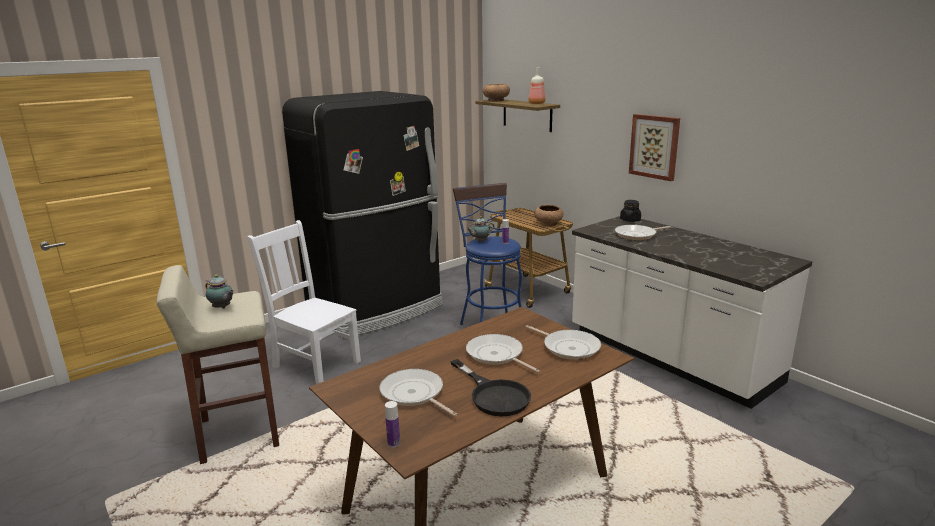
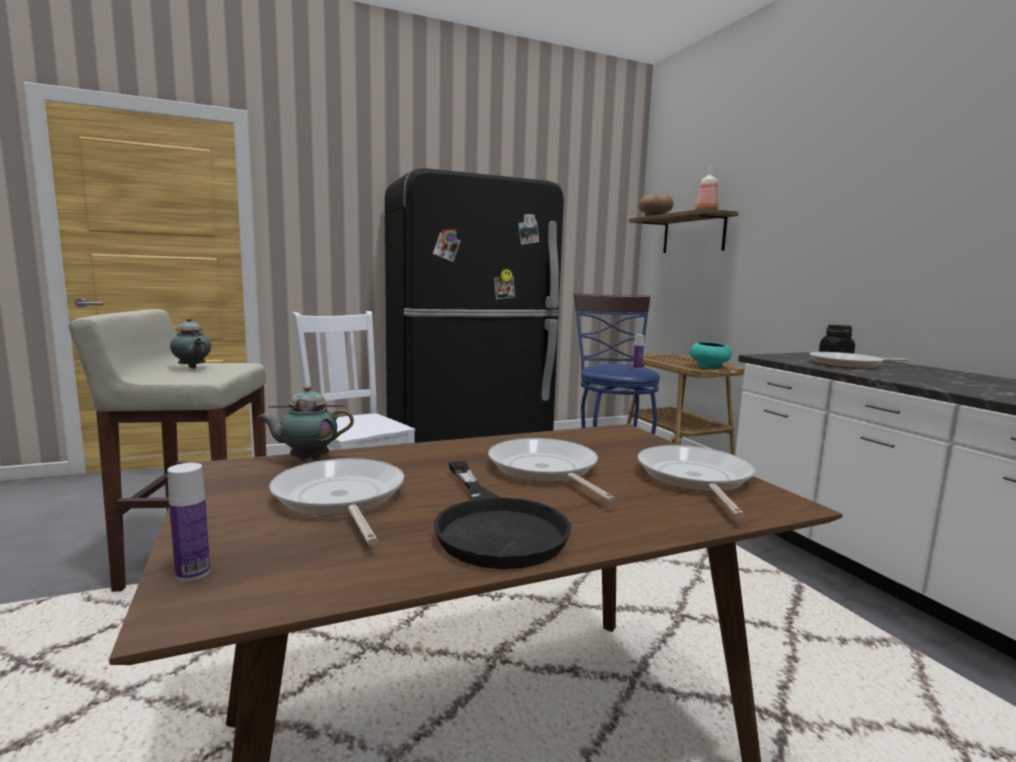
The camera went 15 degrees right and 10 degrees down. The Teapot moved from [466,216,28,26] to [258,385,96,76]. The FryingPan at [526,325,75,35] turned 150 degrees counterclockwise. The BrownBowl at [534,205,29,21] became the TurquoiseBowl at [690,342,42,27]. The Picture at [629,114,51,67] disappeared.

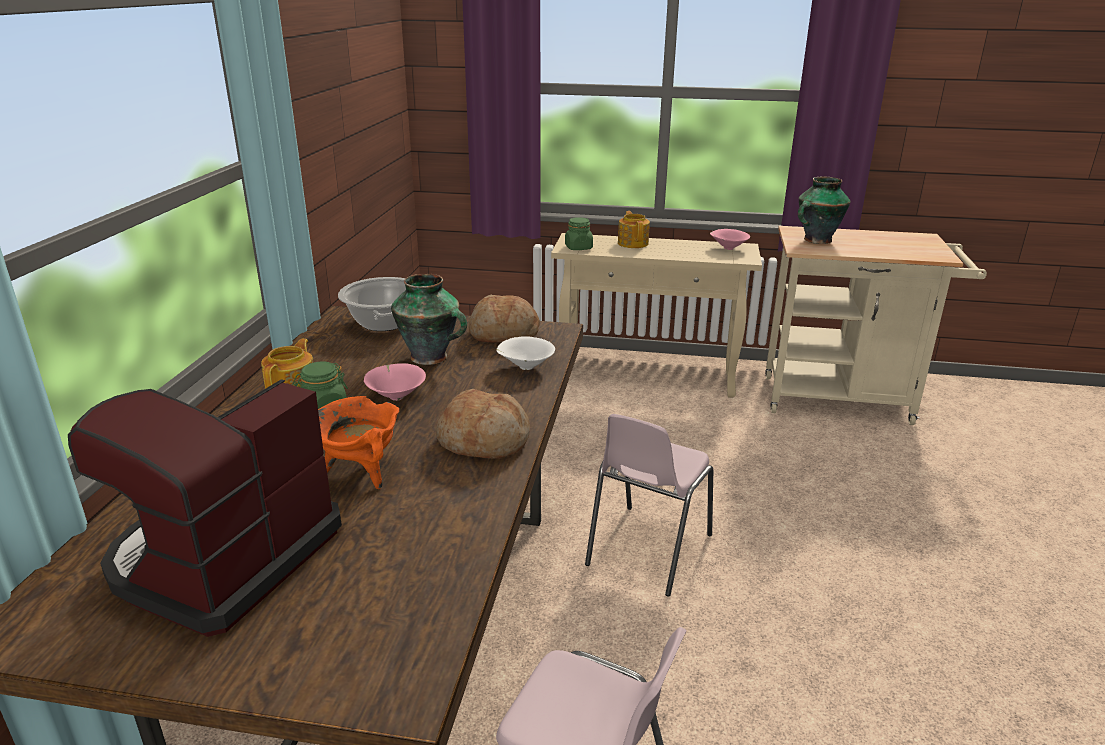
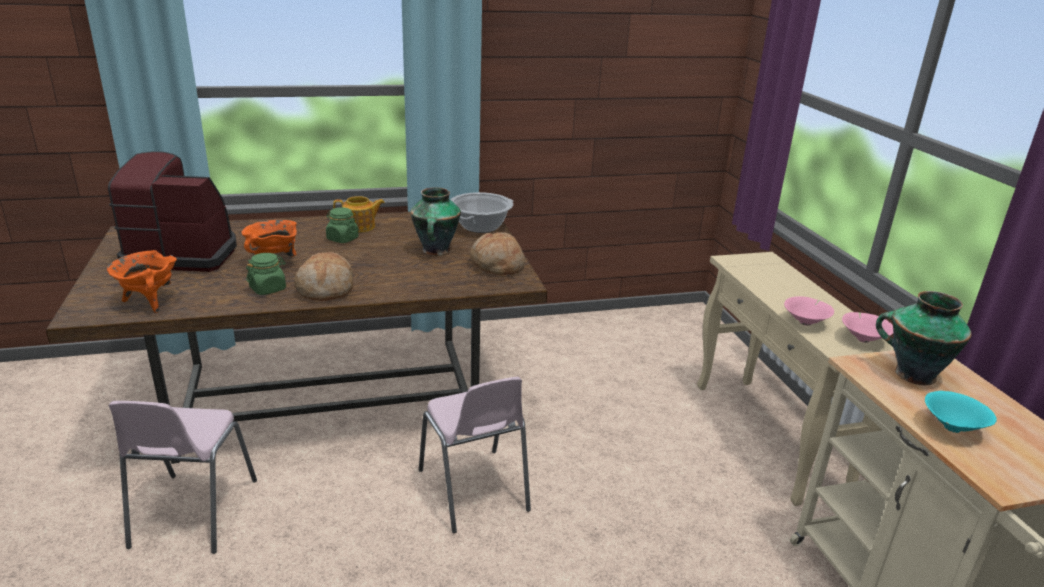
The camera went 65 degrees right and 0 degrees up. The OrangeCookingPot at [107,250,70,63] appeared. The GreenJar moved from [565,217,28,33] to [246,253,40,42]. The PinkChair at [585,414,128,182] turned 120 degrees counterclockwise. The PinkBowl moved from [364,363,62,38] to [784,296,50,30]. The TurquoiseBowl at [925,391,72,42] appeared. The WhiteBowl at [496,336,59,34] disappeared. The Teapot at [618,211,32,37] disappeared.

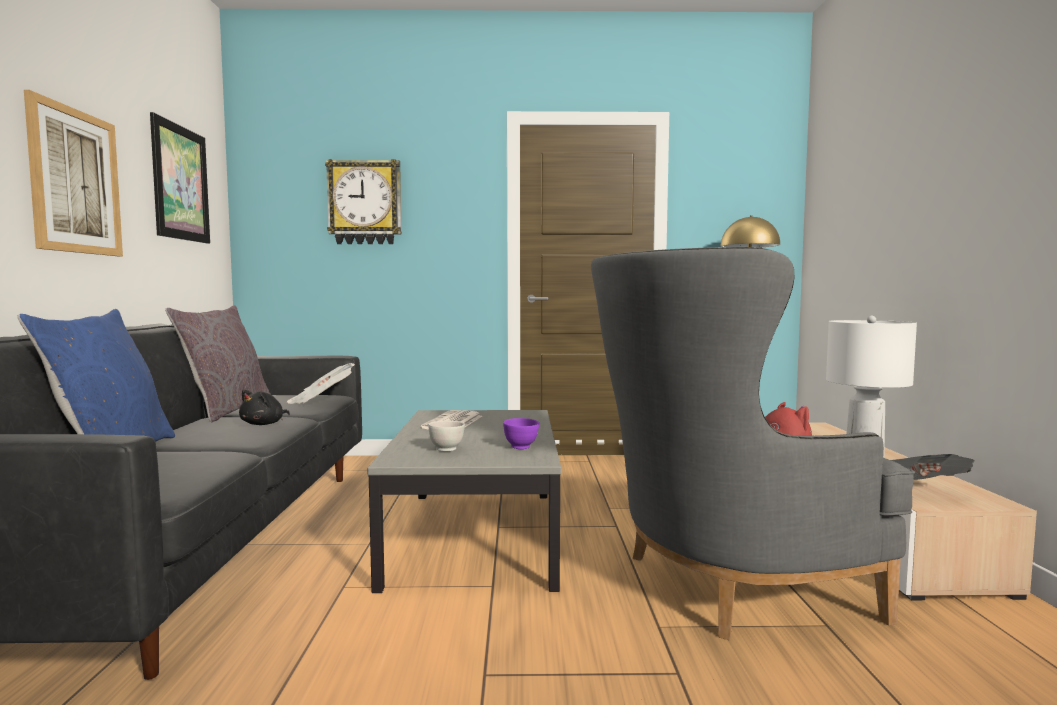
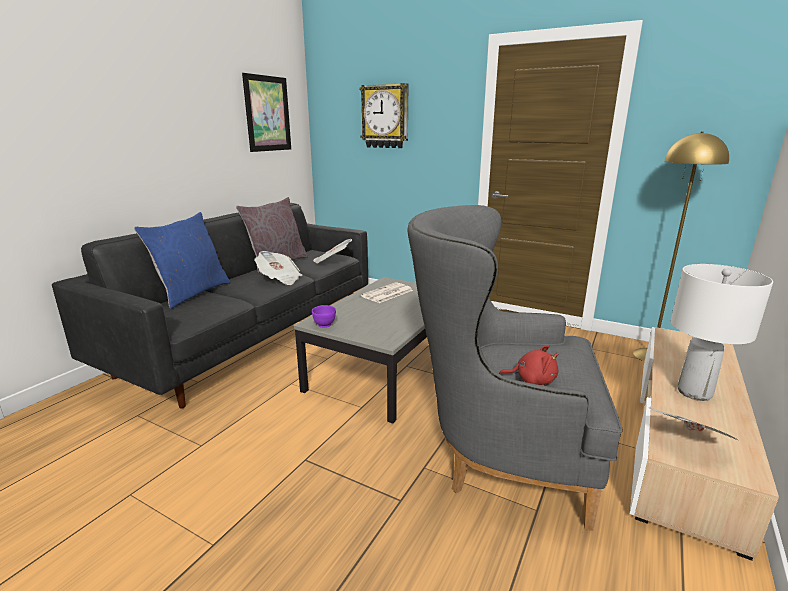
The camera went 30 degrees right and 15 degrees up. The BlackPlushToy at [239,389,51,36] was replaced by the Newspaper at [254,251,48,34]. The PurpleBowl moved from [503,418,36,31] to [312,305,24,23]. The Picture at [24,90,99,166] disappeared. The WhiteBowl at [429,421,36,30] disappeared.

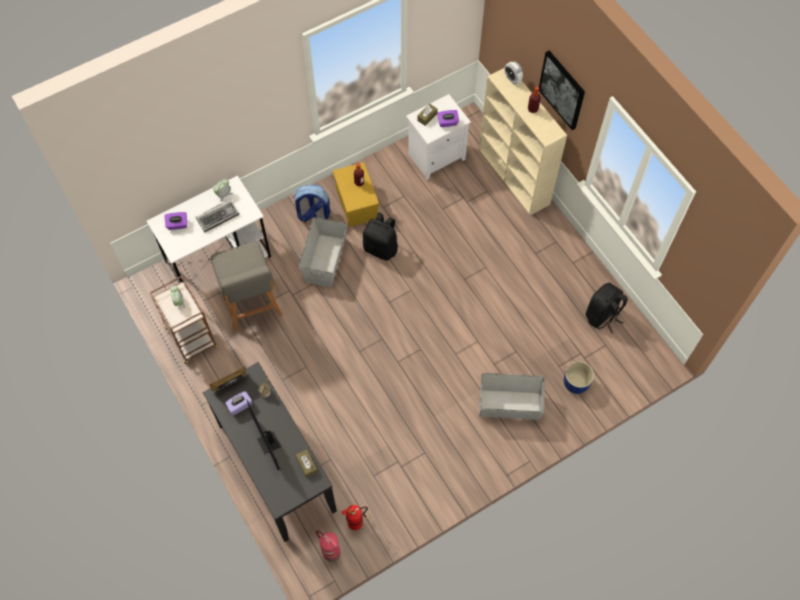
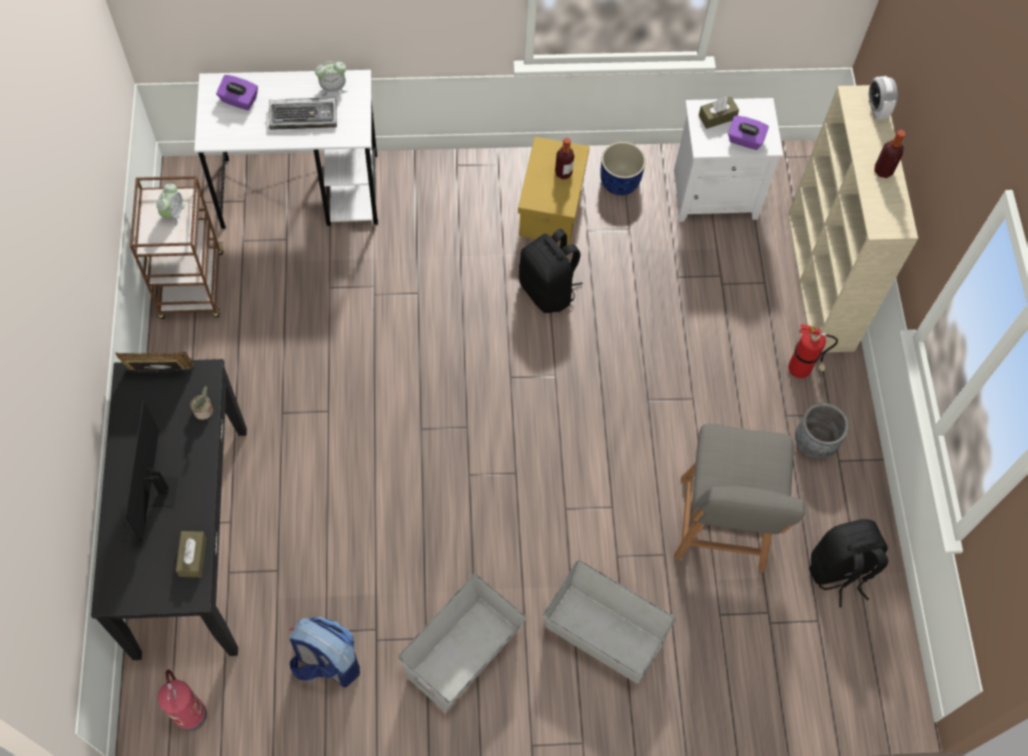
The camera went 25 degrees right and 0 degrees up. The Backpack moved from [293,185,38,37] to [289,616,71,71]. The GreyStorageBox moved from [299,217,48,70] to [398,574,128,137]. The BluePlanter moved from [564,361,30,33] to [600,142,46,53]. The GreyChair moved from [211,241,71,90] to [674,424,131,148]. The FireExtinguisher moved from [342,505,28,25] to [788,324,50,54]. The GreyPlanter at [795,403,54,56] appeared. The PurpleTissueBox at [225,391,27,24] disappeared. The Picture at [539,50,46,80] disappeared.

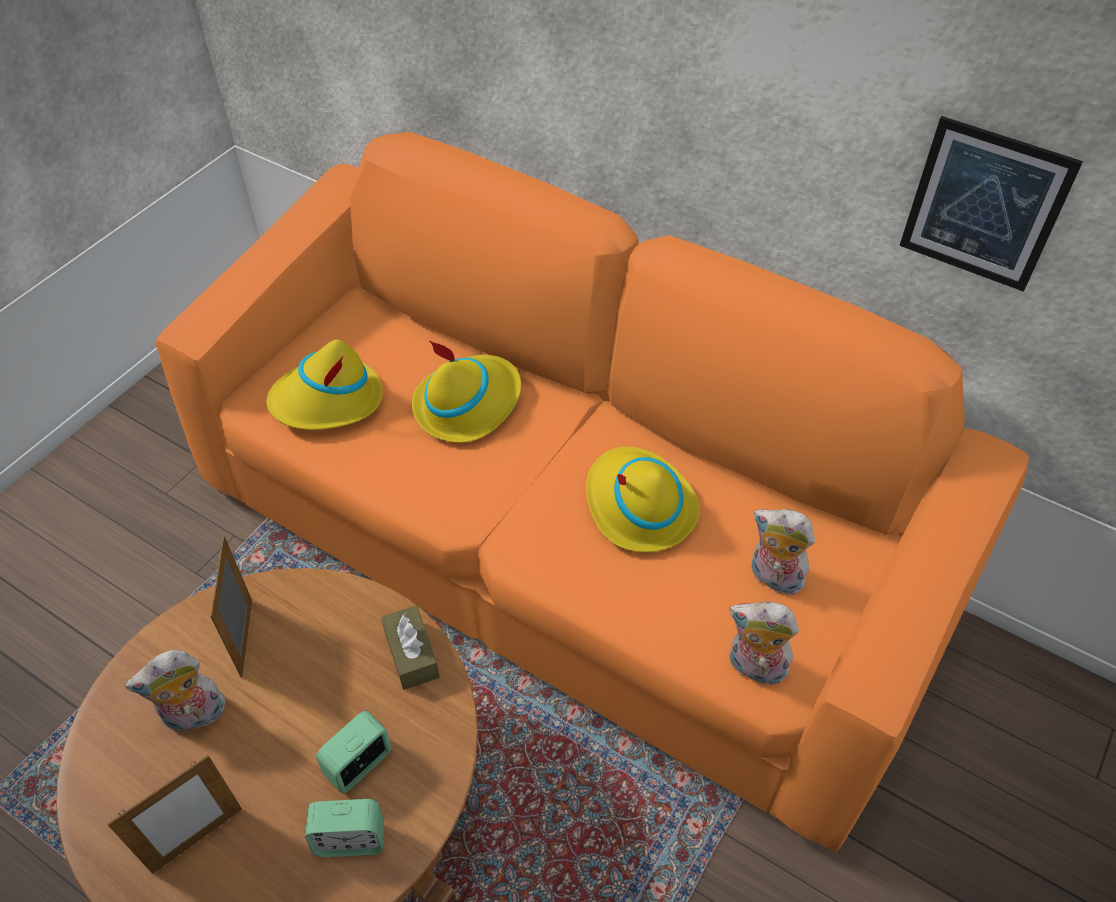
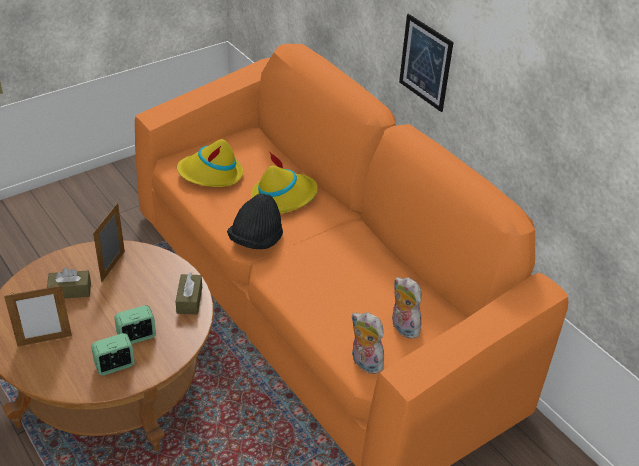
The camera went 20 degrees right and 10 degrees down. The PlushToy at [125,650,101,82] was replaced by the BrownTissueBox at [47,267,44,32]. The AlarmClock at [305,799,79,58] turned 135 degrees clockwise. The BlackHat at [227,194,56,55] appeared. The Picture moved from [899,116,184,176] to [399,14,55,98]. The YellowHat at [586,447,114,105] disappeared.

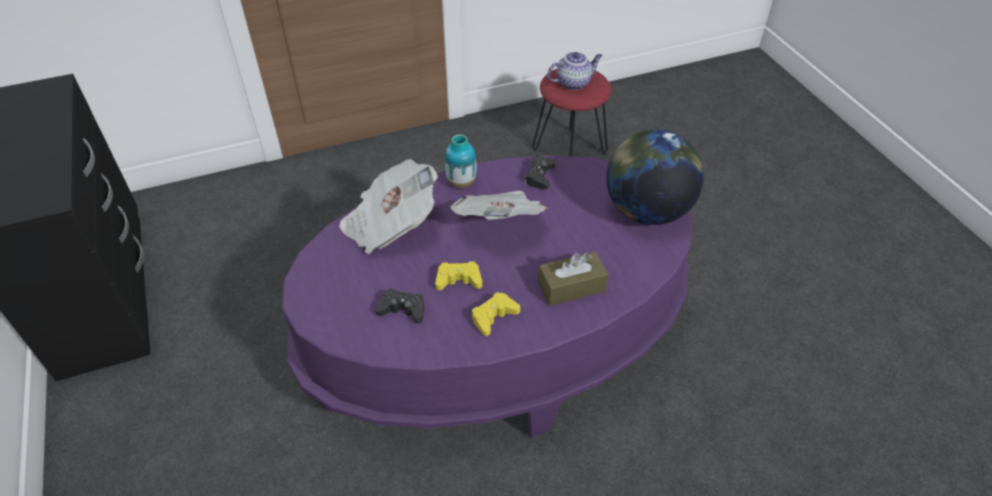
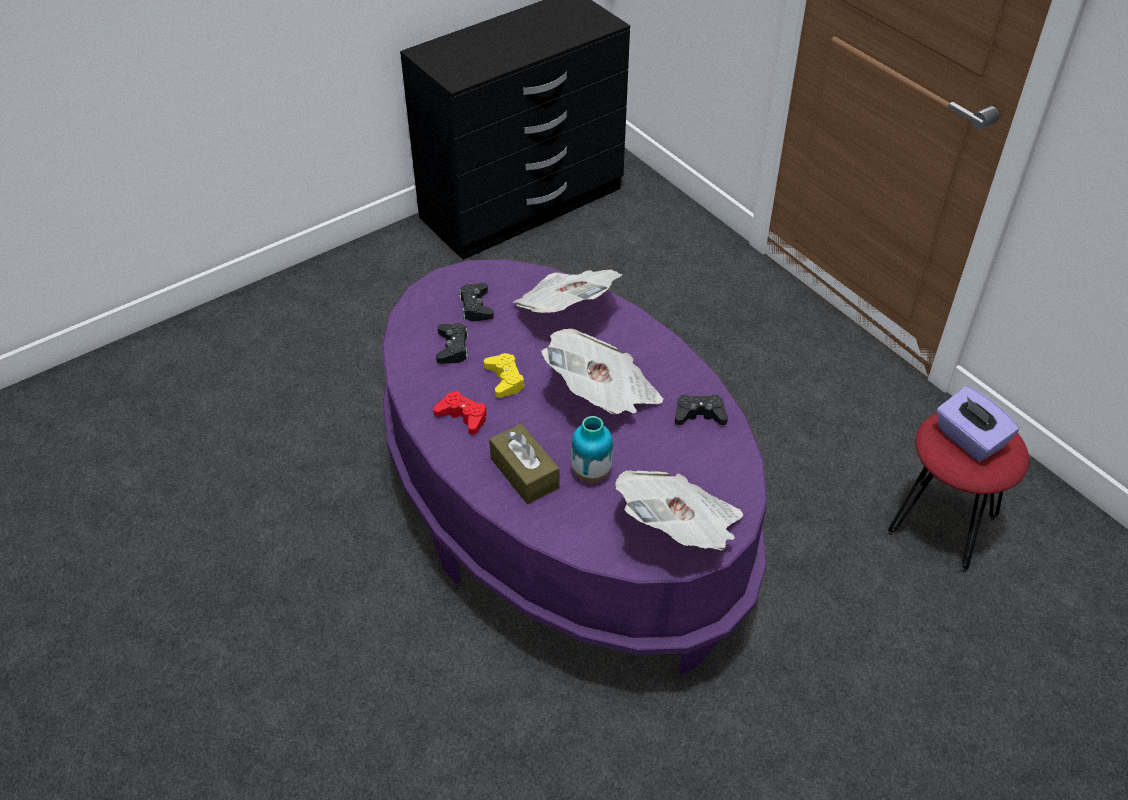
The camera went 75 degrees right and 0 degrees up. The YellowGameController at [472,292,48,44] became the RedGameController at [433,391,54,43]. The BlackGameController at [459,283,35,38] appeared. The Vase moved from [445,134,31,54] to [571,416,42,66]. The Globe at [606,129,98,96] was replaced by the Newspaper at [615,470,128,81]. The Teapot at [547,52,55,38] was replaced by the PurpleTissueBox at [936,386,83,76].

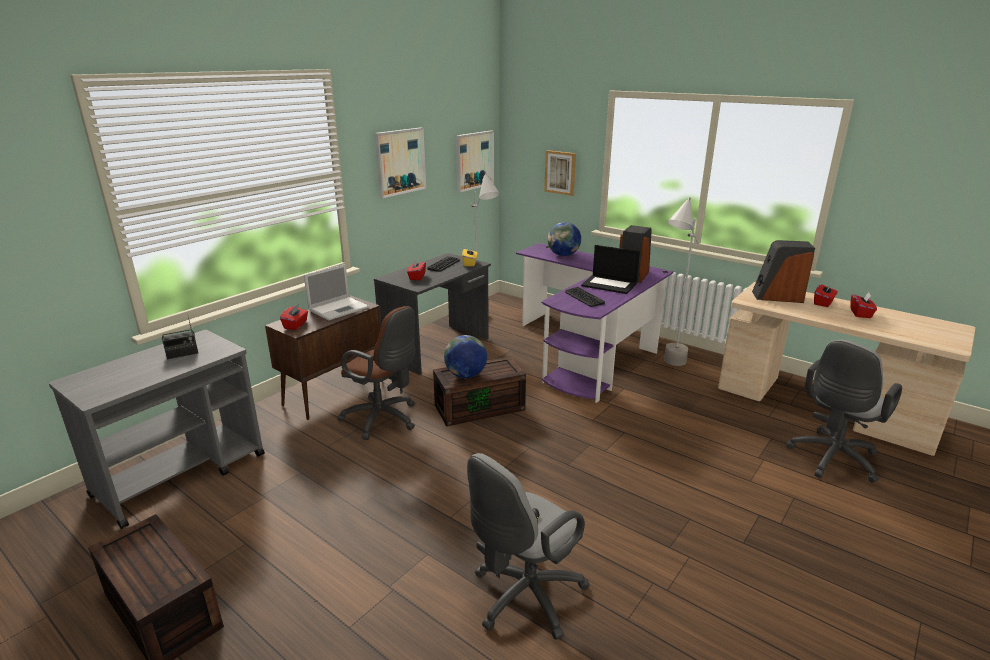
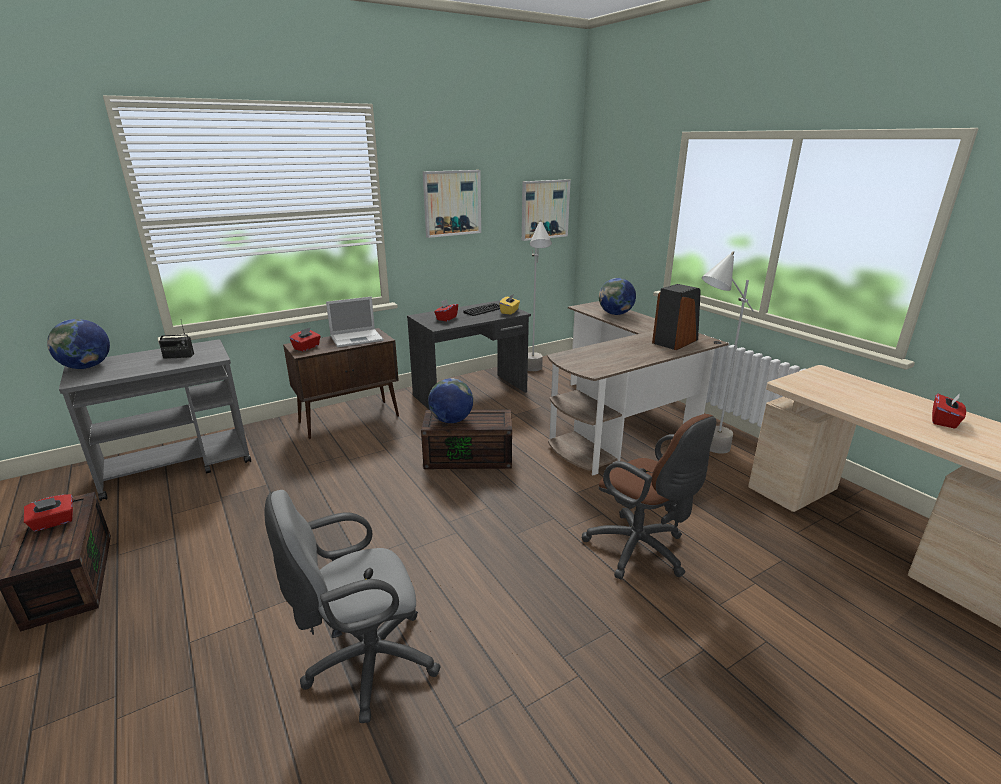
The camera went 20 degrees right and 0 degrees up. The RedTissueBox moved from [814,283,24,24] to [24,494,49,37]. The Globe at [47,319,63,50] appeared. The PurpleDesk at [516,243,158,160] became the BrownDesk at [547,301,182,174]. The BrownOfficeChair moved from [337,306,78,134] to [582,414,134,166]. The Picture at [544,150,32,46] disappeared. The Keyboard at [565,287,40,20] disappeared. The Laptop at [581,245,59,49] disappeared. The Speaker at [752,240,63,63] disappeared. The GreyOfficeChair at [786,340,116,143] disappeared.

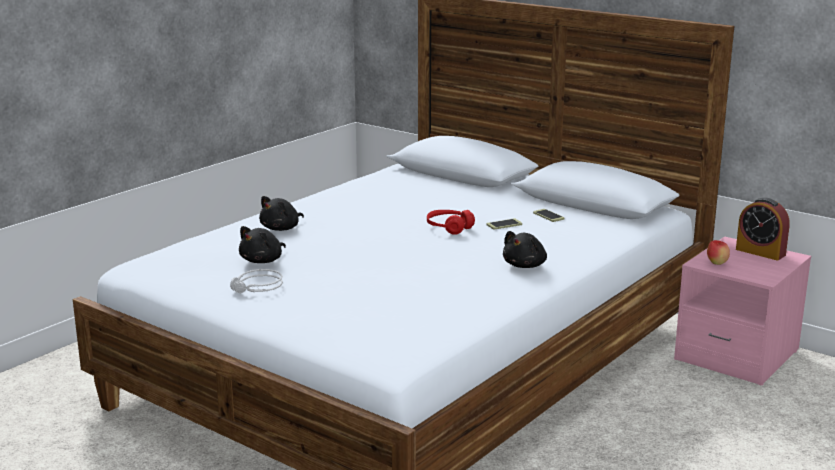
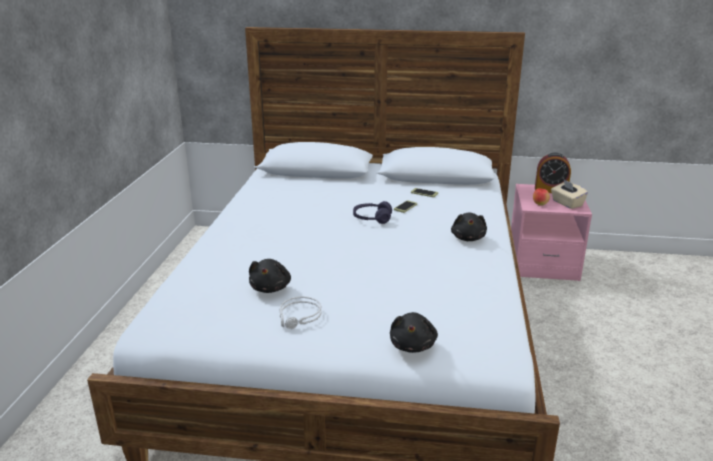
The camera went 30 degrees left and 5 degrees up. The RedHeadphones at [427,210,48,25] became the PurpleHeadphones at [353,201,39,23]. The BlackPlushToy moved from [259,196,45,35] to [390,312,48,41]. The BeigeTissueBox at [551,180,37,29] appeared.

